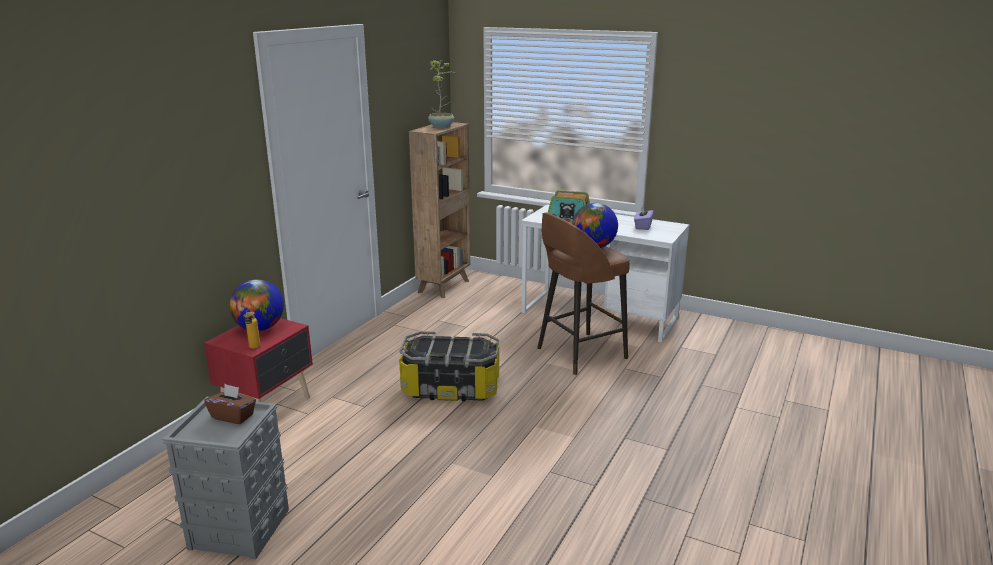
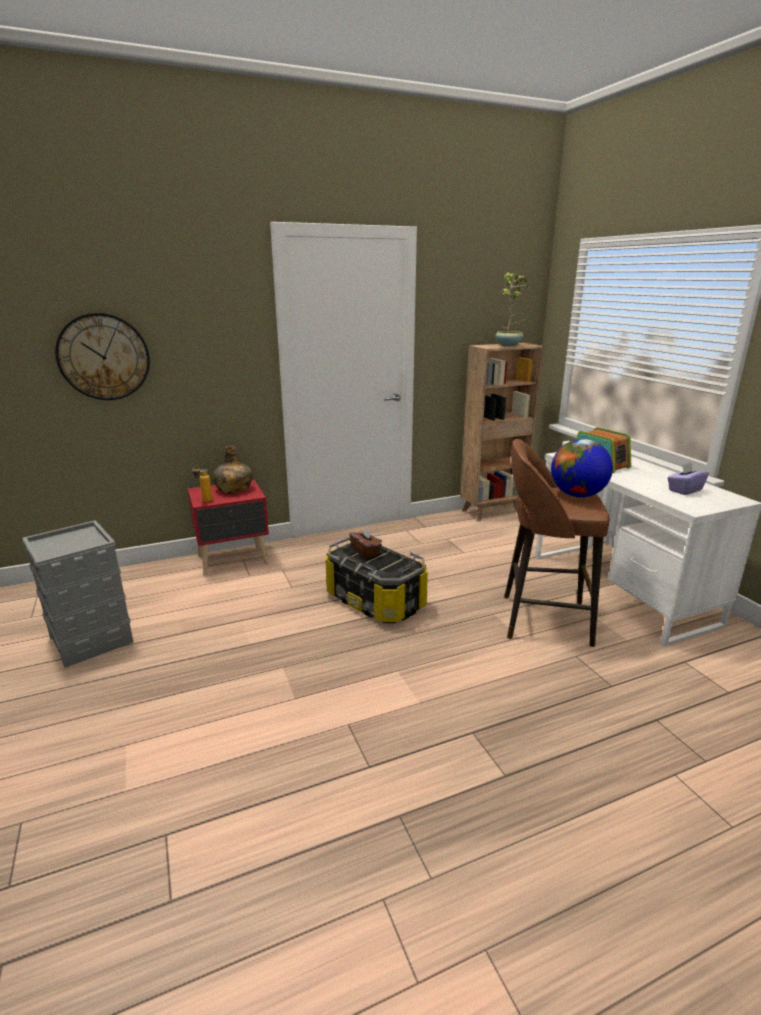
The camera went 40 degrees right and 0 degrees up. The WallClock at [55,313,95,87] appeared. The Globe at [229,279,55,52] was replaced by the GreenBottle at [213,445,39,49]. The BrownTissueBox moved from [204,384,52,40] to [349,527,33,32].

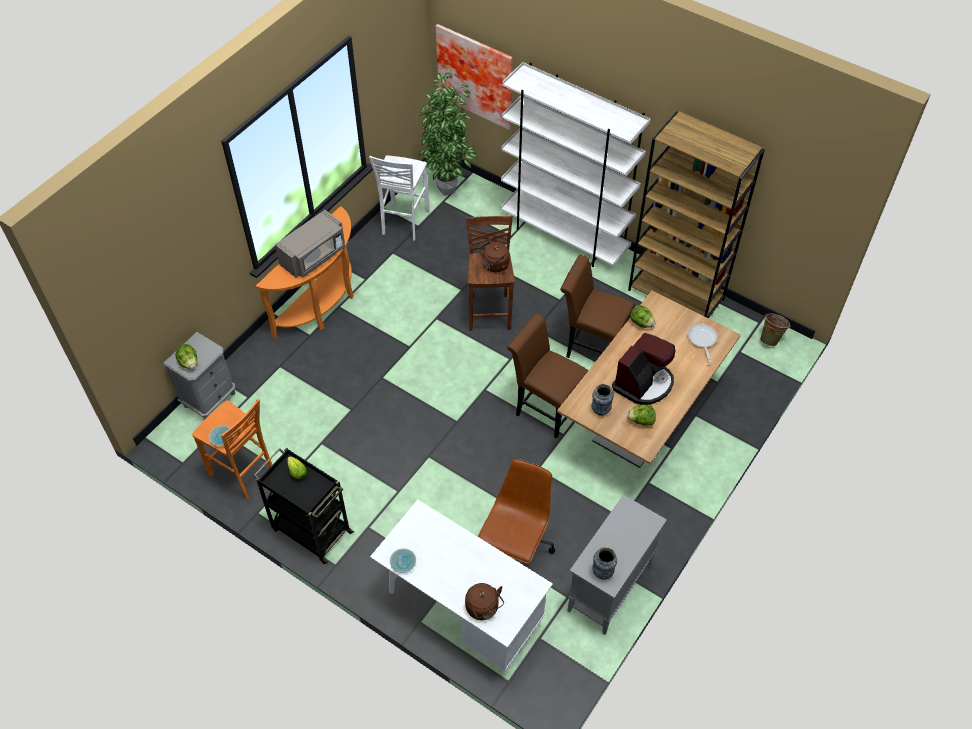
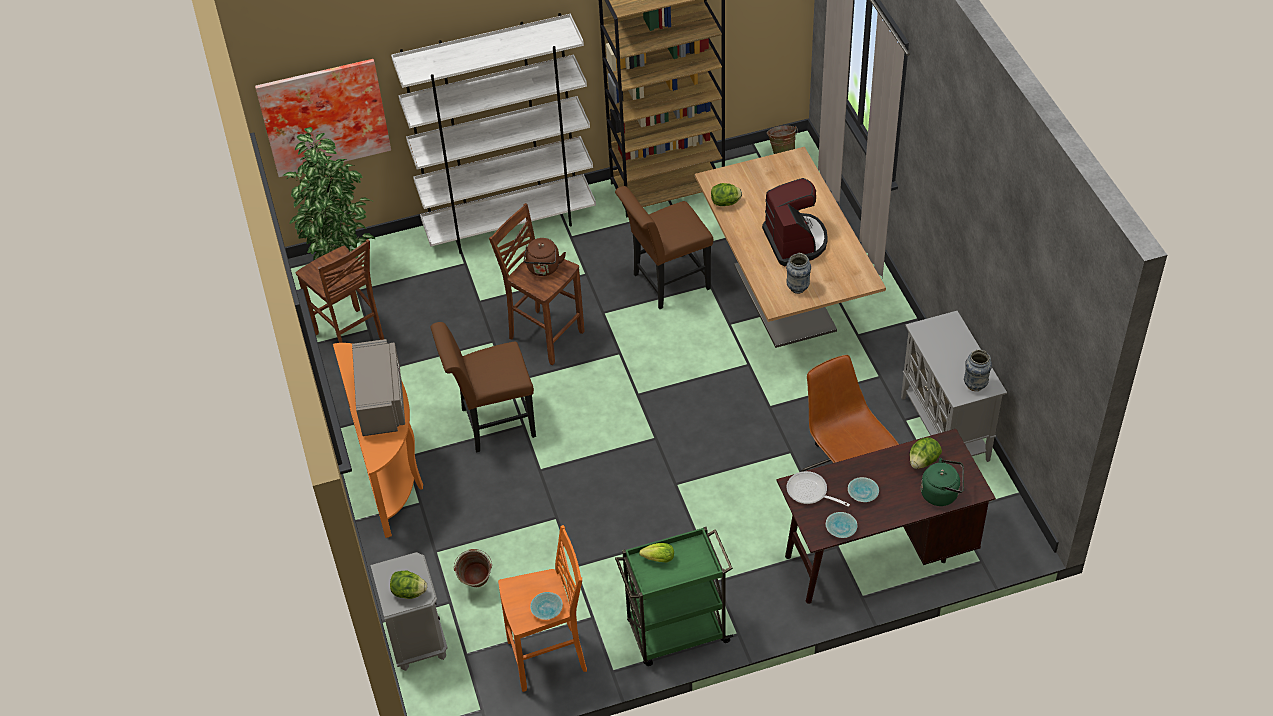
The camera went 50 degrees left and 5 degrees down. The WhiteStool at [369,155,61,86] became the BrownStool at [296,239,88,104]. The BrownChair moved from [507,314,81,125] to [430,322,106,131]. The GreenBucket at [454,549,38,38] appeared. The BlackCart at [253,447,101,117] became the GreenCart at [615,527,118,139]. The WhiteDesk at [370,499,183,173] became the BrownDesk at [776,429,220,175]. The FryingPan moved from [688,324,30,39] to [787,471,63,36]. The TurquoiseBowl at [848,477,31,25] appeared. The Lettuce moved from [627,404,29,21] to [909,438,33,31]. The BrownKettle at [465,583,39,37] became the GreenKettle at [921,458,43,48].

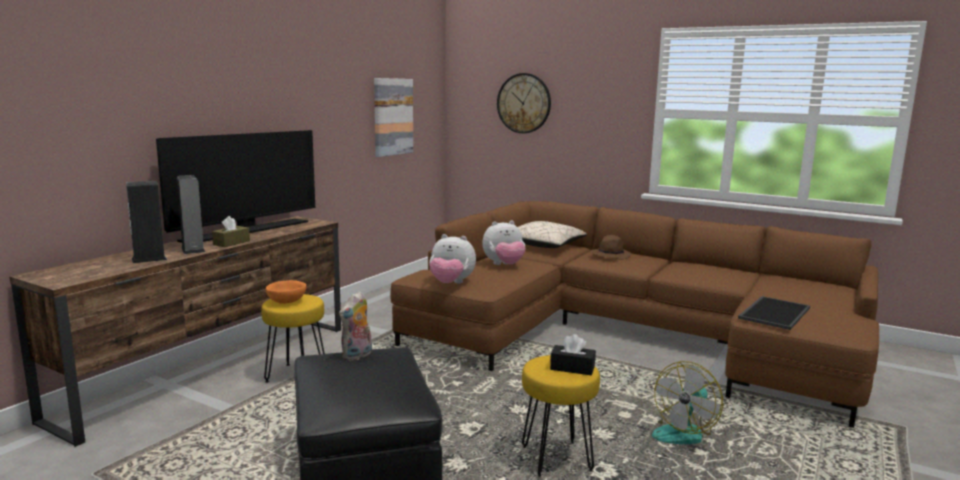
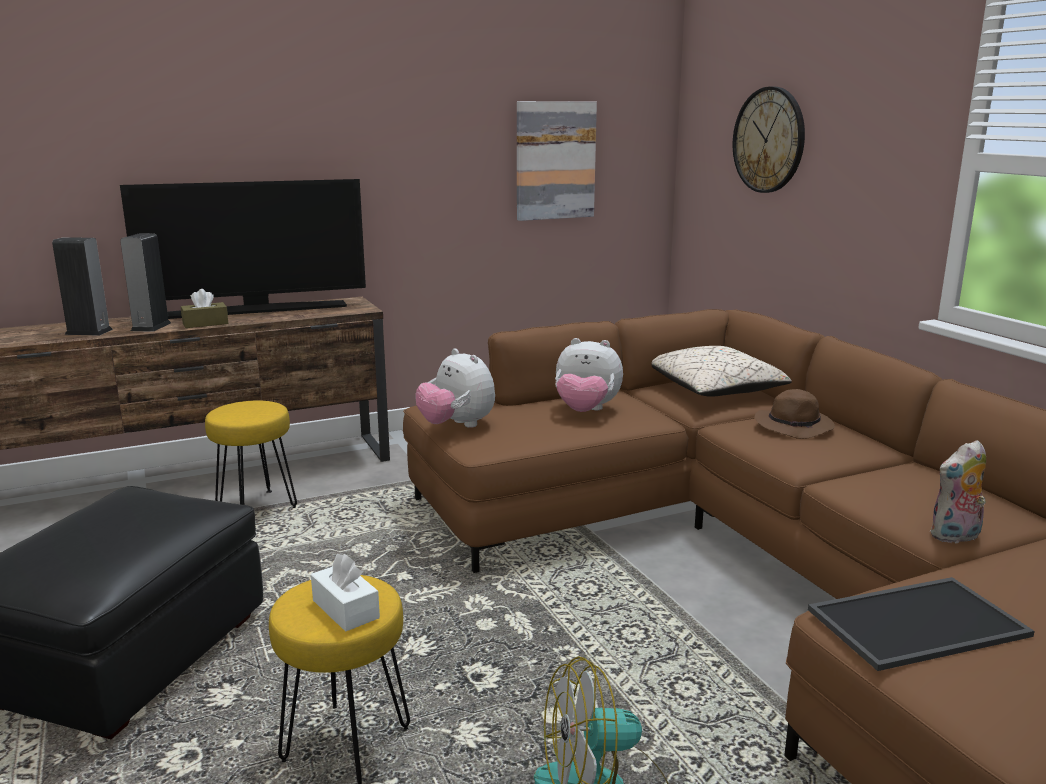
The camera went 35 degrees right and 5 degrees up. The BlackTissueBox at [550,334,46,41] became the WhiteTissueBox at [311,554,69,77]. The PlushToy moved from [339,291,33,70] to [930,440,56,104]. The OrangeBowl at [266,280,40,24] disappeared.

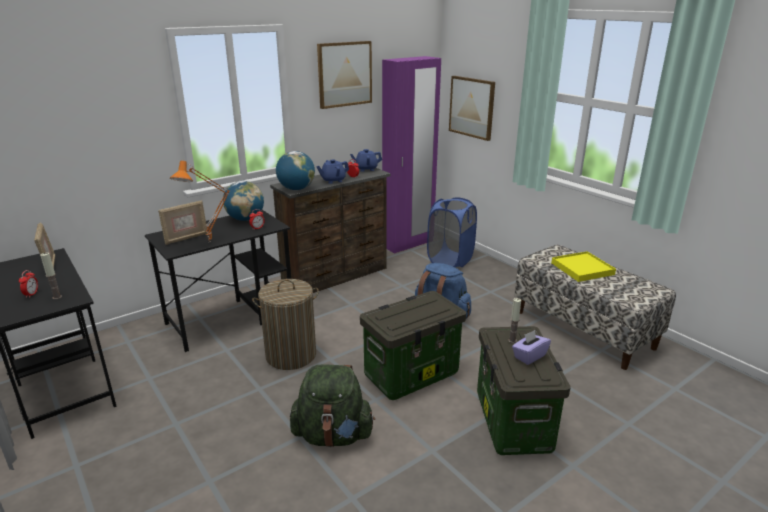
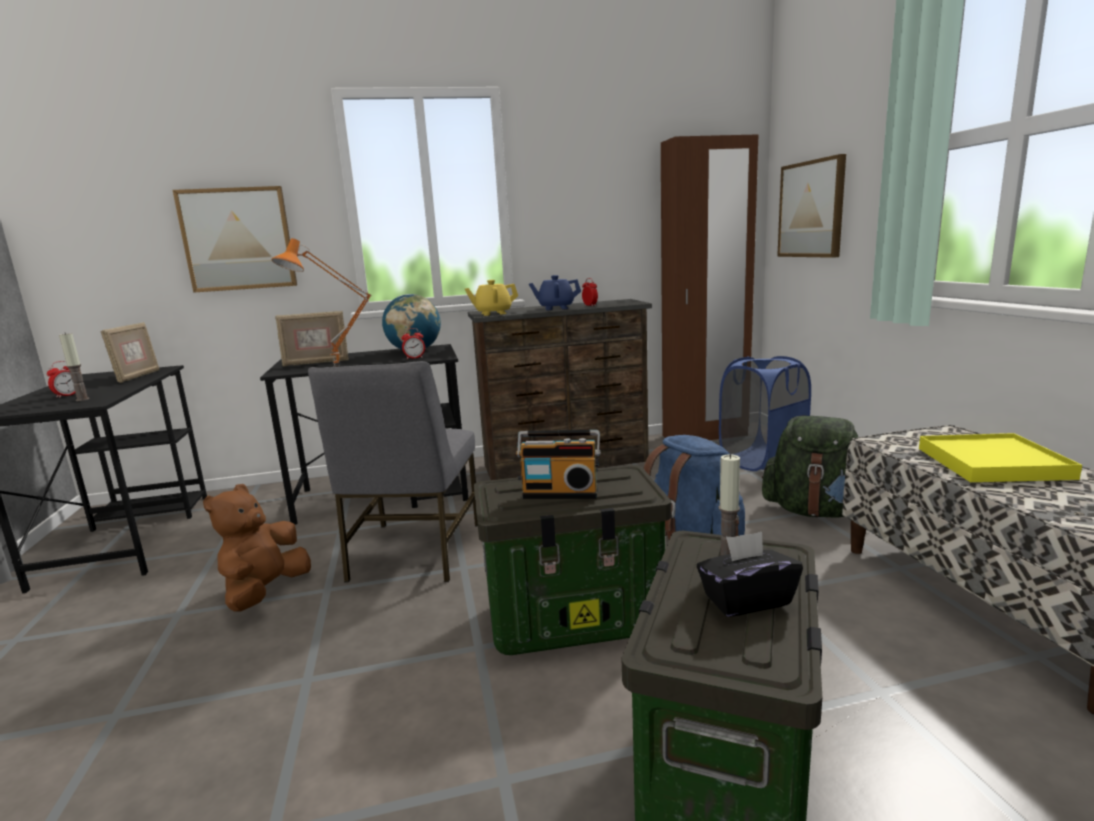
The camera went 25 degrees right and 10 degrees down. The Picture moved from [317,41,55,68] to [173,186,124,107]. The BrownPlushToy at [203,484,108,128] appeared. The LaundryBasket at [252,279,67,91] was replaced by the GreyChair at [308,361,170,221]. The Globe at [276,151,39,39] was replaced by the YellowTeapot at [465,280,53,36]. The Radio at [516,430,85,69] appeared. The PurpleWardrobe at [382,56,59,197] became the BrownWardrobe at [661,134,97,306]. The PurpleTissueBox at [512,330,39,35] became the BlackTissueBox at [697,532,106,85]. The GreenBackpack moved from [290,364,85,83] to [762,416,96,102]. The BlueTeapot at [350,149,32,23] disappeared.

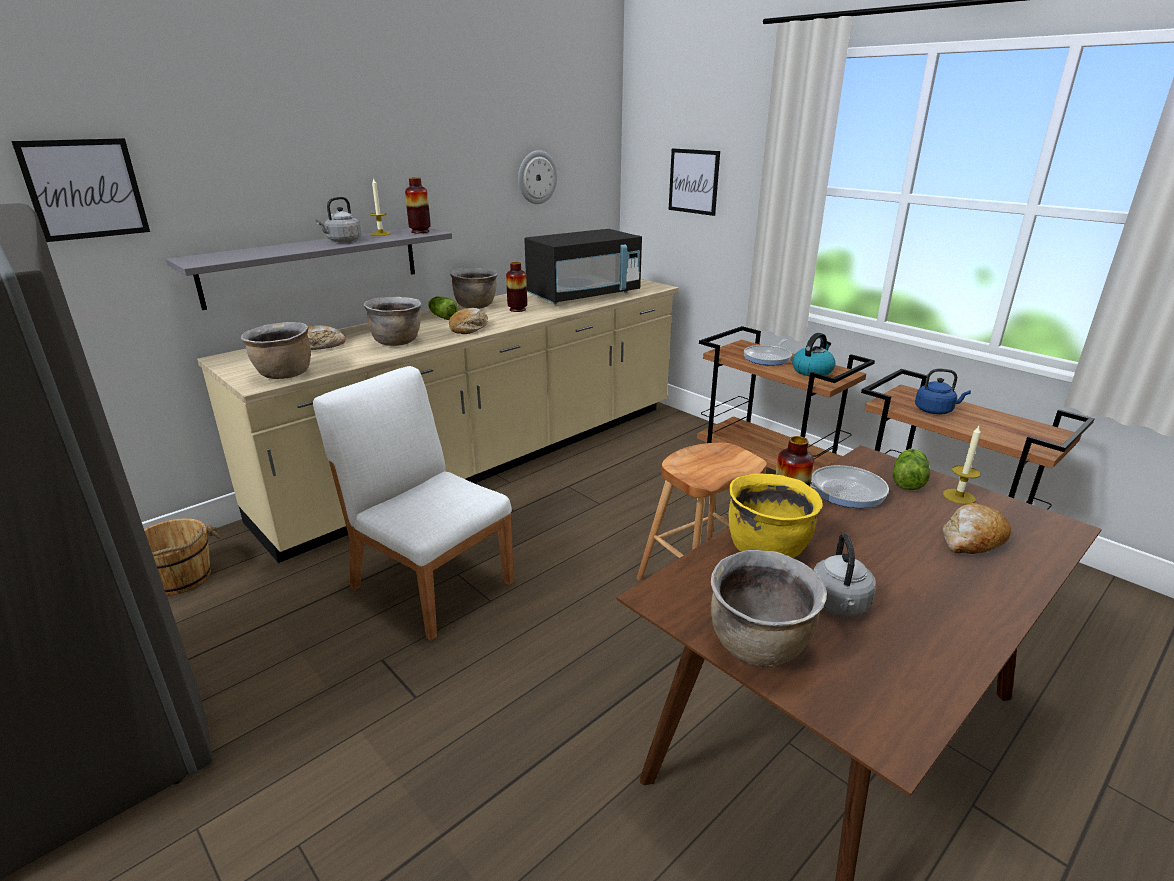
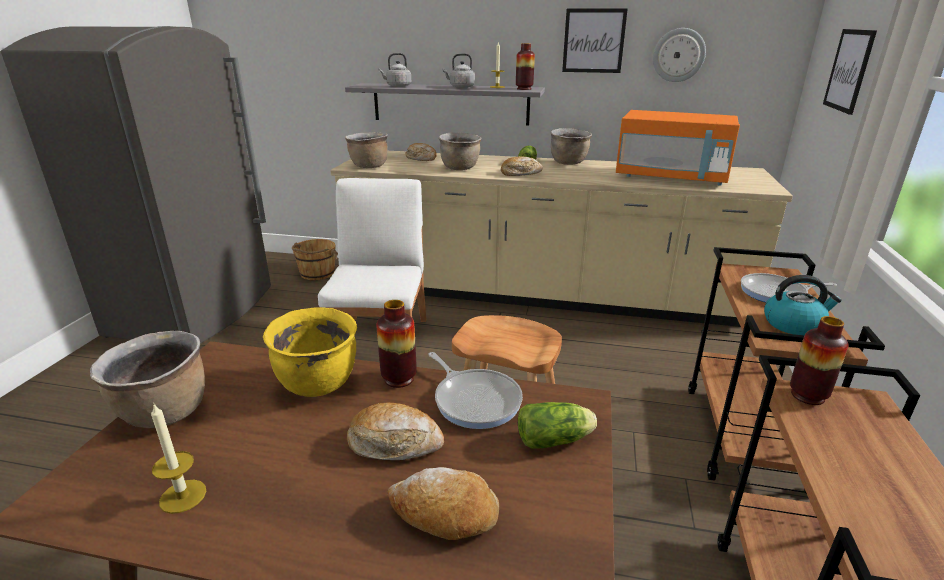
The camera went 55 degrees right and 0 degrees up. The Candle moved from [943,426,38,79] to [151,403,55,111]. The Bread at [347,403,97,57] appeared. The GreyKettle moved from [813,533,63,83] to [378,53,33,34]. The Picture moved from [11,138,139,104] to [562,9,66,64]. The BlackMicrowave at [524,229,118,75] became the OrangeMicrowave at [616,110,124,75]. The Vase moved from [506,262,21,50] to [790,316,59,89]. The BlueKettle at [915,369,56,45] disappeared.

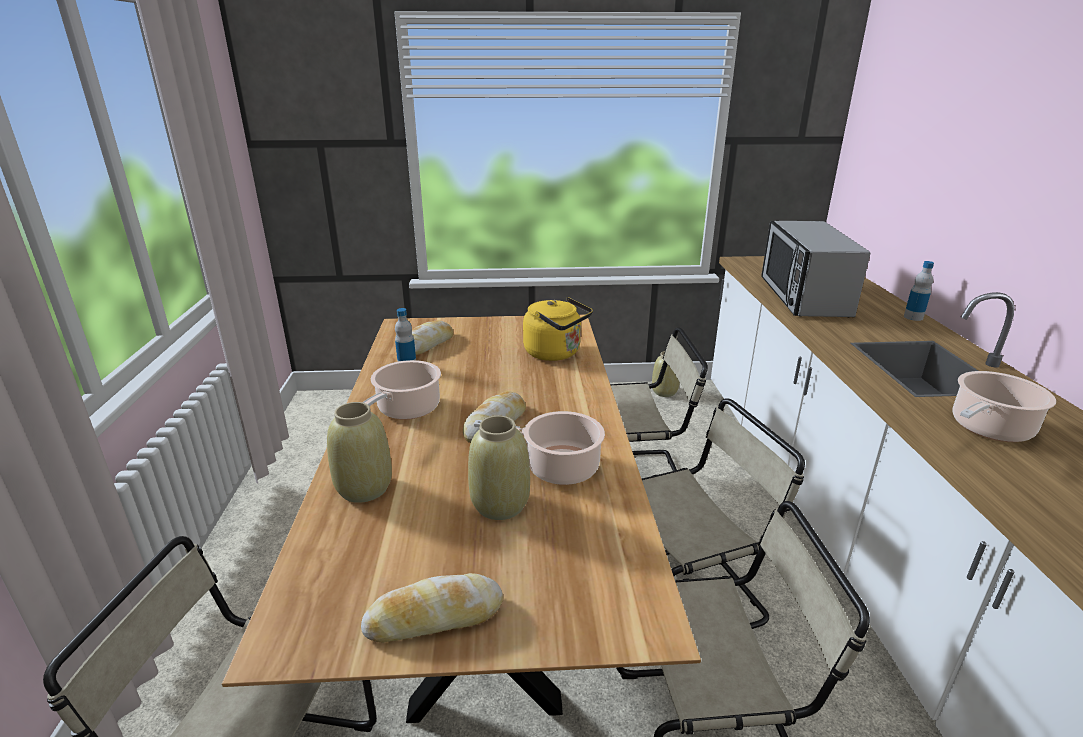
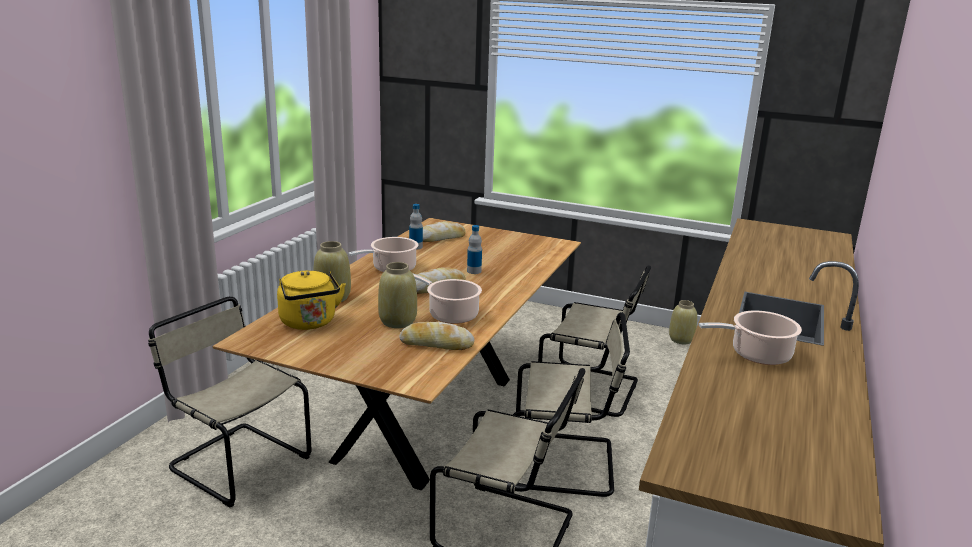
The camera went 25 degrees right and 5 degrees down. The YellowKettle moved from [523,297,70,64] to [277,271,69,59]. The Bread moved from [361,573,142,70] to [399,322,75,28]. The Bottle moved from [904,261,30,60] to [467,225,15,49]. The Microwave at [761,221,109,96] disappeared.

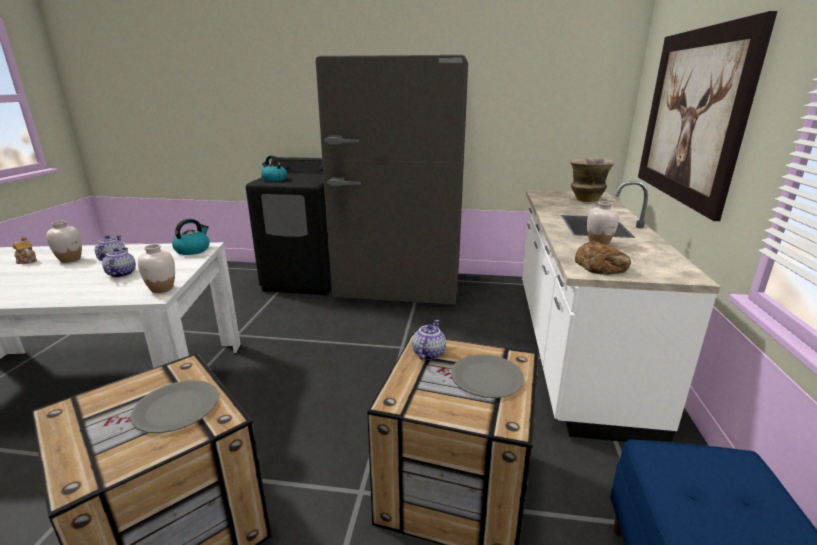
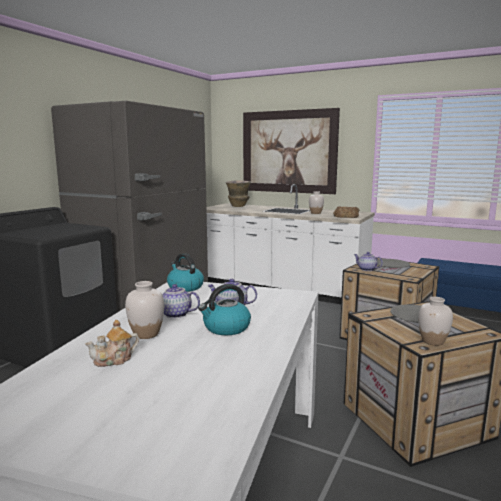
The camera went 70 degrees left and 10 degrees down. The Kettle moved from [261,155,26,26] to [198,284,53,51]. The WhiteVase moved from [138,244,37,49] to [418,297,35,49].

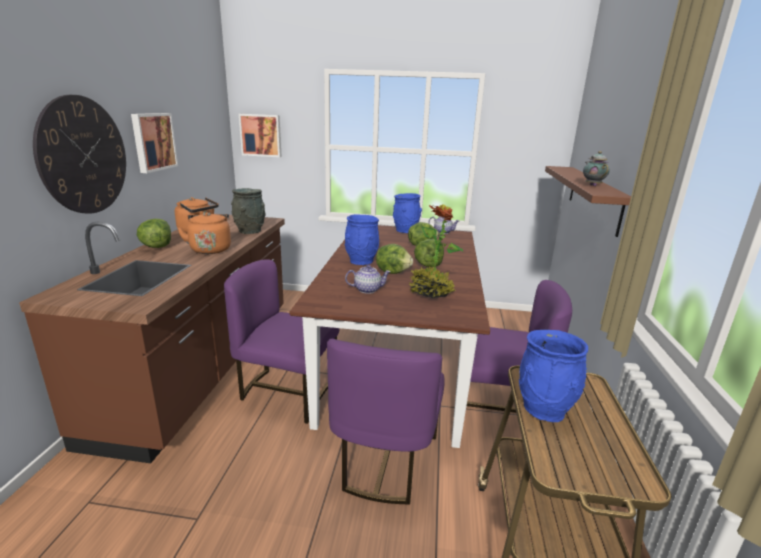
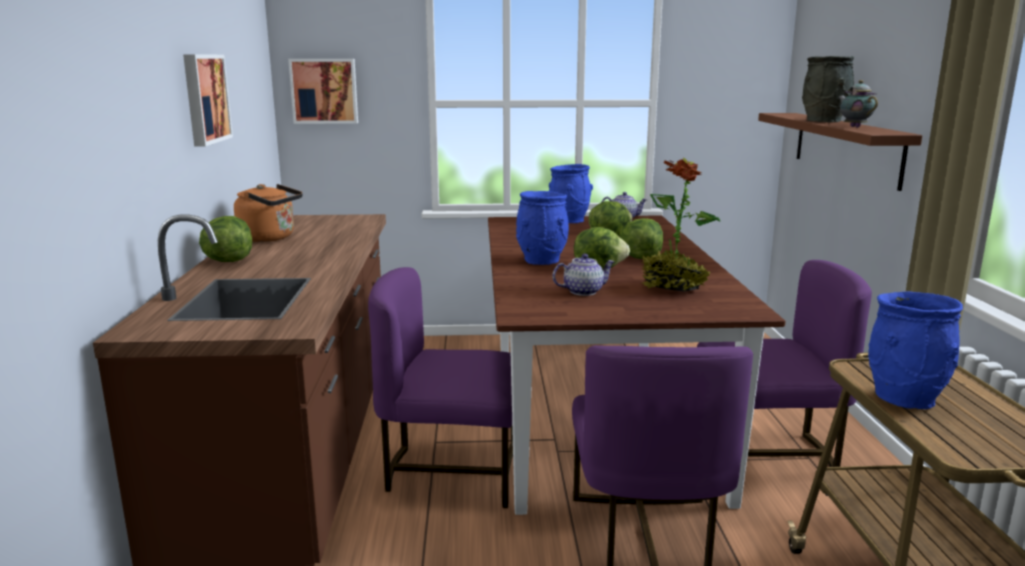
The camera went 10 degrees left and 5 degrees down. The GreyVase moved from [231,188,34,46] to [802,56,52,67]. The WallClock at [33,95,93,119] disappeared. The OrangeKettle at [177,212,54,42] disappeared.

